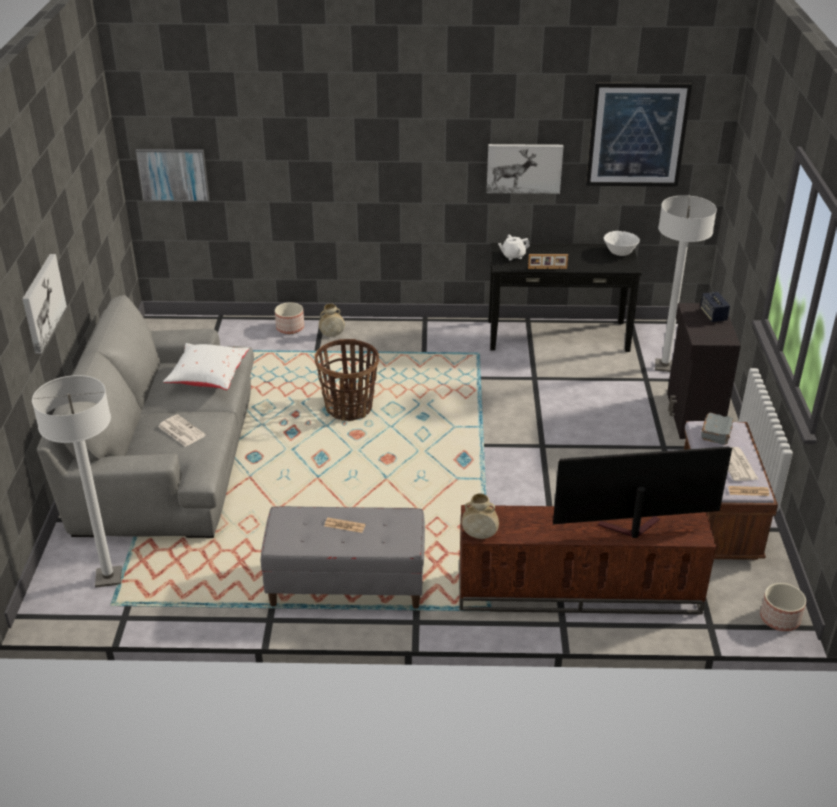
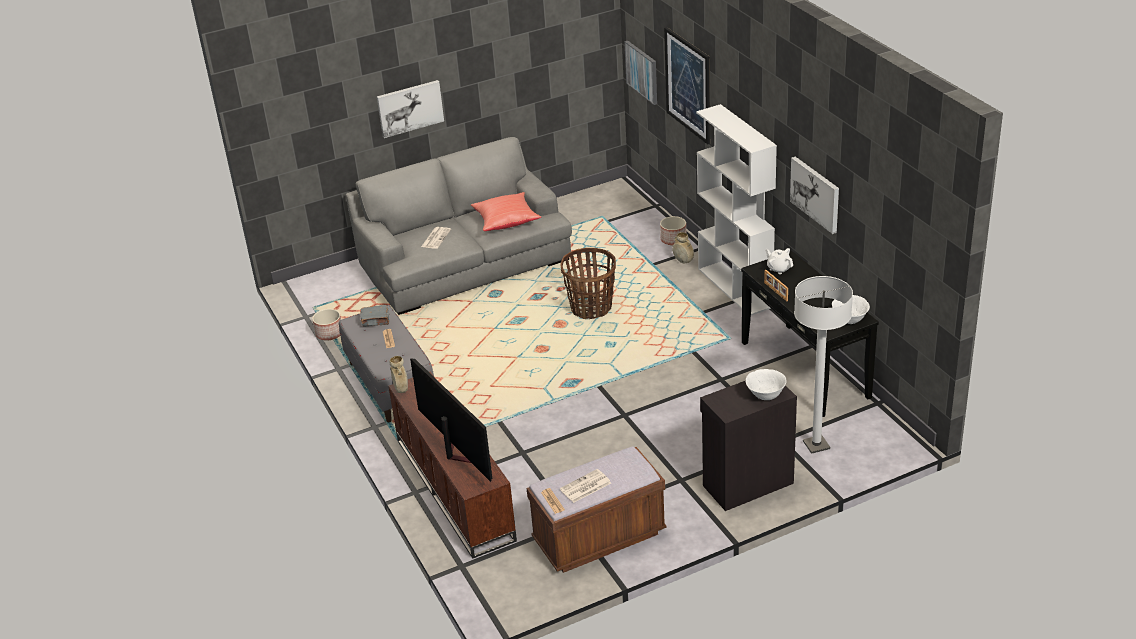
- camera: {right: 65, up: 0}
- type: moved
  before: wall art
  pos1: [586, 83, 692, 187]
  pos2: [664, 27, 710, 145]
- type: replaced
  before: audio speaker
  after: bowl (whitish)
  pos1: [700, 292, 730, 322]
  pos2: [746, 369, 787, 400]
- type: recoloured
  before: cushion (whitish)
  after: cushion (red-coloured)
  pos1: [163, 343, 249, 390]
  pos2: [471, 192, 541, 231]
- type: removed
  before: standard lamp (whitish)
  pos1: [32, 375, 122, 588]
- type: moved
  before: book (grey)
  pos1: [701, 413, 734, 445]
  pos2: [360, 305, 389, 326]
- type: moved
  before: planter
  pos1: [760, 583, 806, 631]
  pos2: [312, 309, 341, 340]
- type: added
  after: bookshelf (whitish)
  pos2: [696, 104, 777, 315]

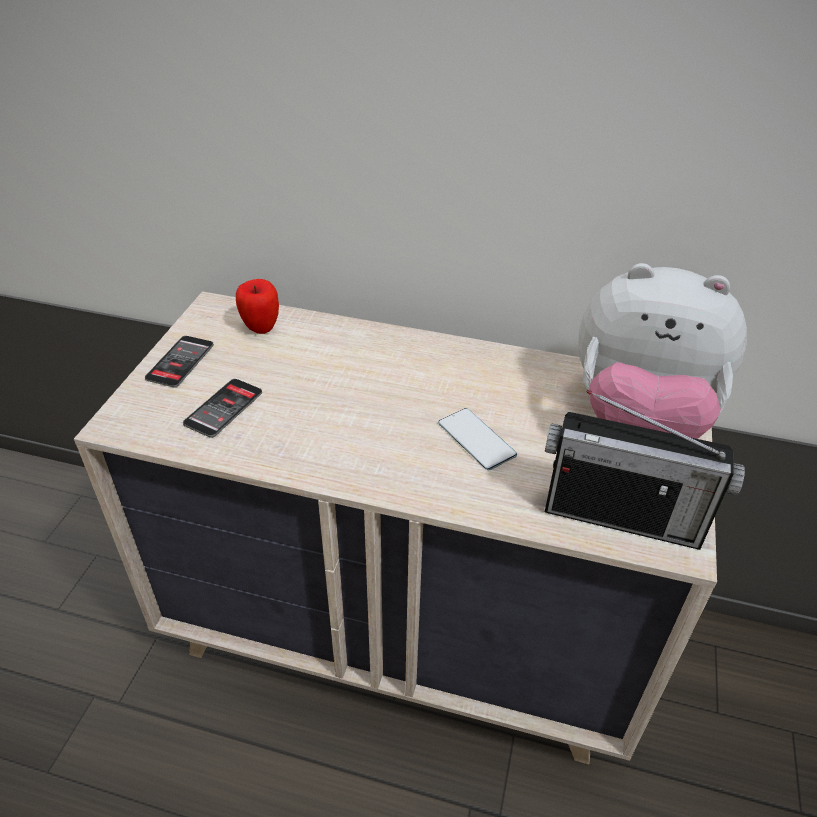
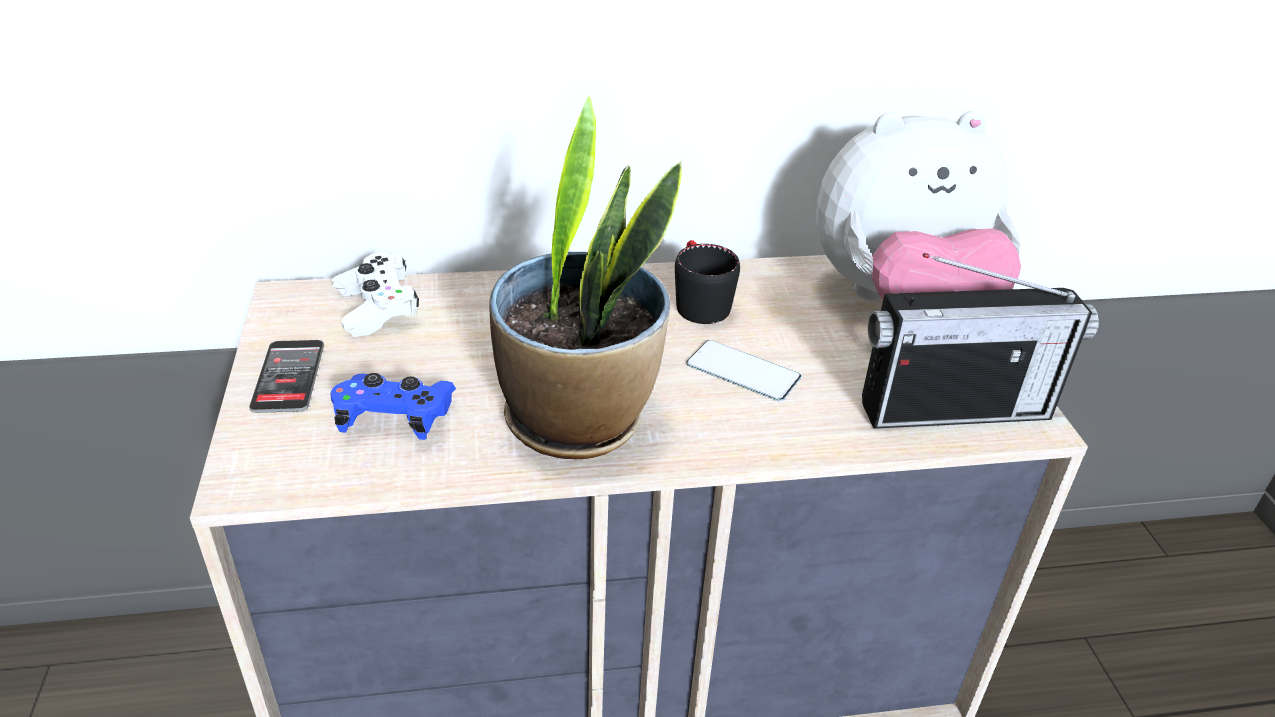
- camera: {right: -25, up: -5}
- type: replaced
  before: apple fruit
  after: game controller (whitish)
  pos1: [236, 279, 279, 334]
  pos2: [332, 252, 419, 337]
- type: replaced
  before: phone
  after: game controller (blue)
  pos1: [183, 379, 262, 438]
  pos2: [330, 373, 456, 440]
- type: added
  after: houseplant
  pos2: [489, 96, 682, 459]
- type: added
  after: coffee mug (black)
  pos2: [675, 240, 740, 324]

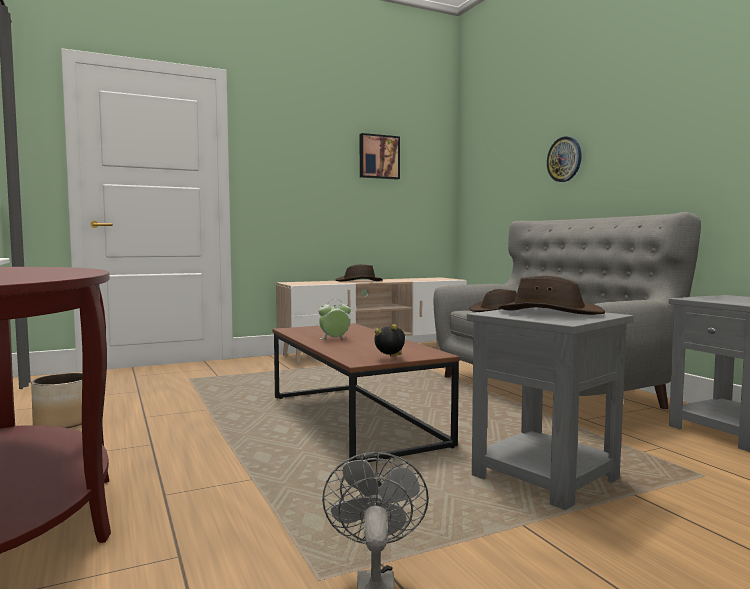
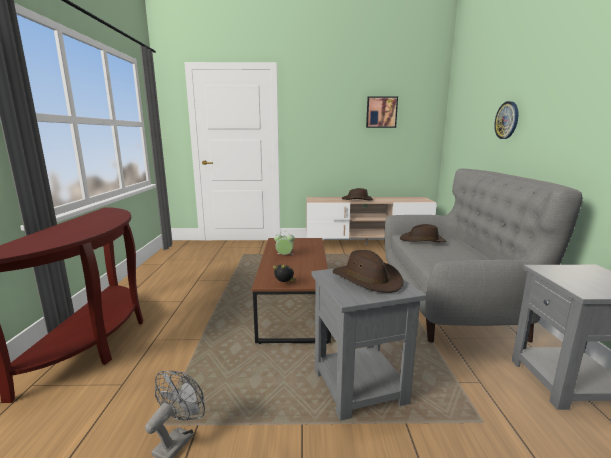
- camera: {right: 25, up: 10}
- type: removed
  before: planter
  pos1: [31, 373, 83, 428]

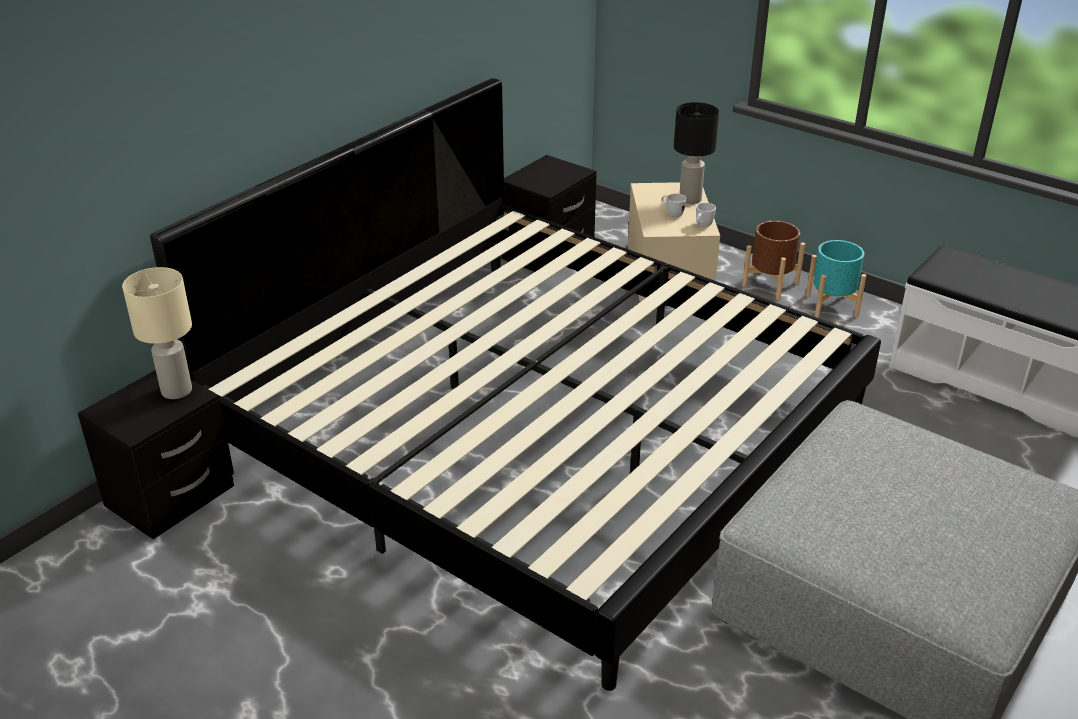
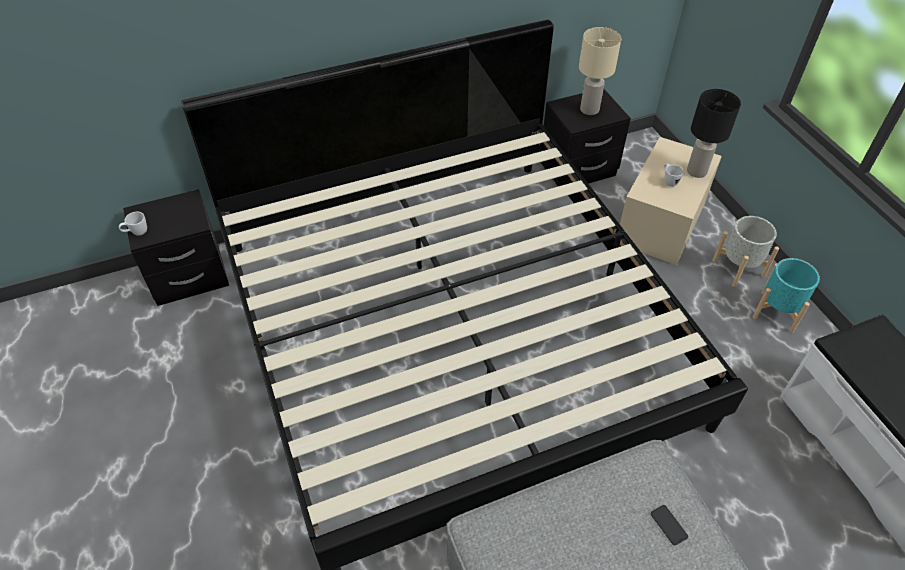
- camera: {right: 30, up: 15}
- type: moved
  before: coffee mug (whitish)
  pos1: [696, 203, 716, 227]
  pos2: [119, 212, 147, 236]
- type: recoloured
  before: planter (brown-coloured)
  after: planter (grey)
  pos1: [742, 221, 805, 300]
  pos2: [712, 216, 779, 287]
- type: moved
  before: tabletop lamp (sand-coloured)
  pos1: [122, 267, 192, 399]
  pos2: [579, 27, 621, 115]
- type: added
  after: phone
  pos2: [651, 505, 688, 545]

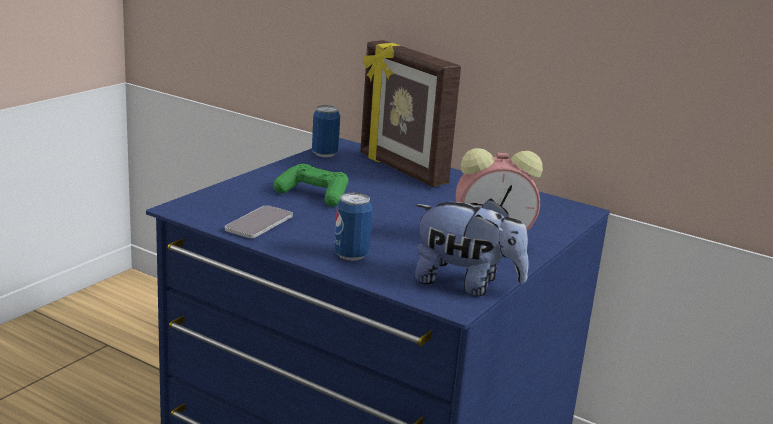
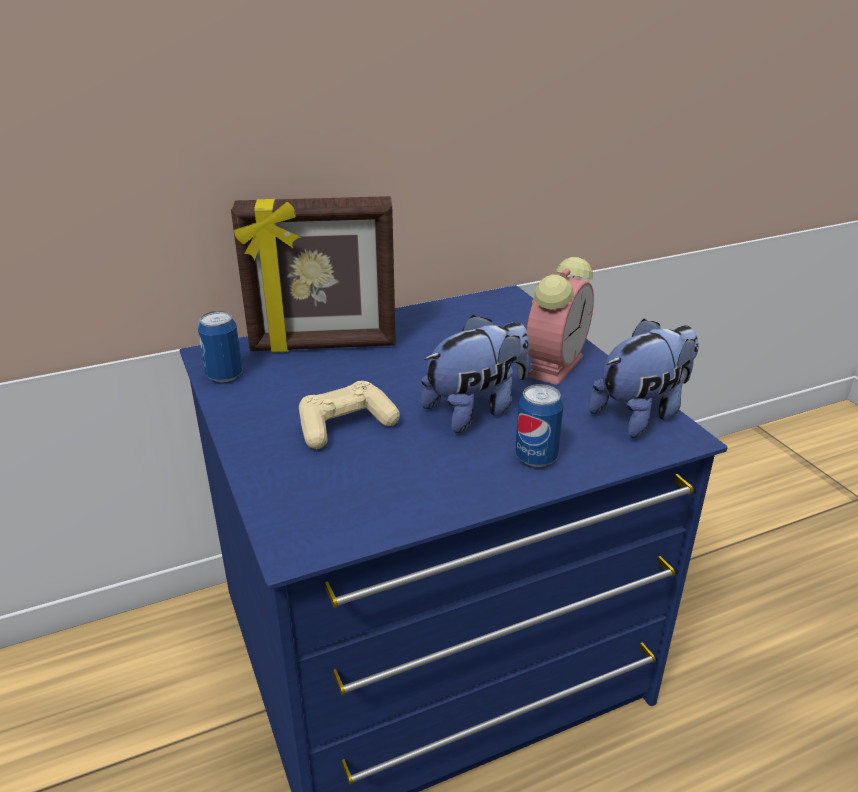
- camera: {right: -55, up: 10}
- type: recoloured
  before: game controller (greenish)
  after: game controller (sand-coloured)
  pos1: [273, 164, 348, 207]
  pos2: [299, 381, 400, 449]
- type: removed
  before: phone
  pos1: [225, 205, 293, 238]
- type: added
  after: plush toy
  pos2: [421, 315, 529, 433]

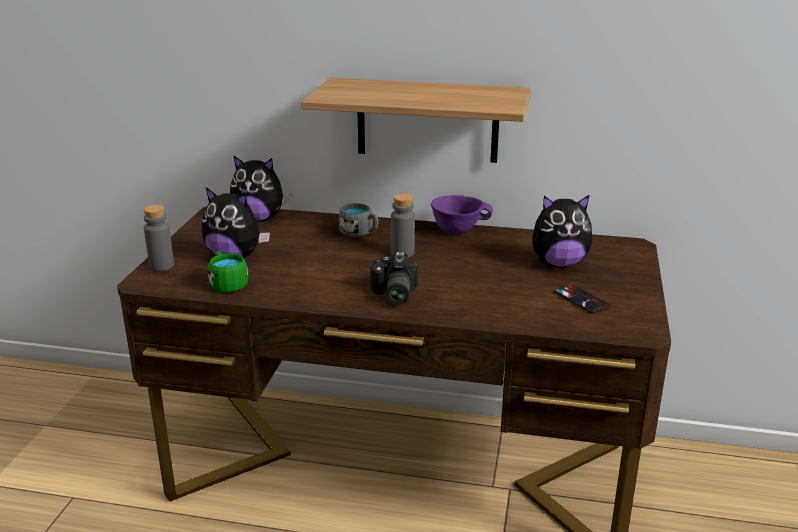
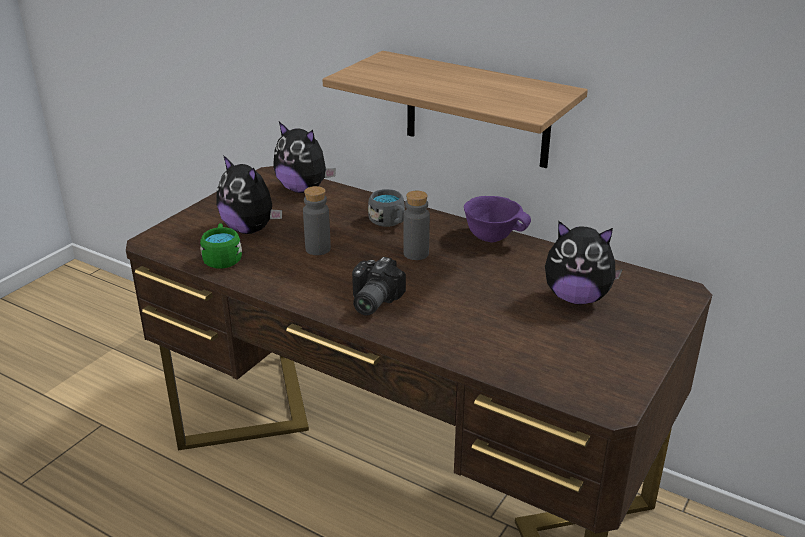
- camera: {right: 20, up: 5}
- type: moved
  before: drink bottle (grey)
  pos1: [144, 205, 174, 271]
  pos2: [303, 186, 331, 255]
- type: removed
  before: phone
  pos1: [554, 284, 611, 313]

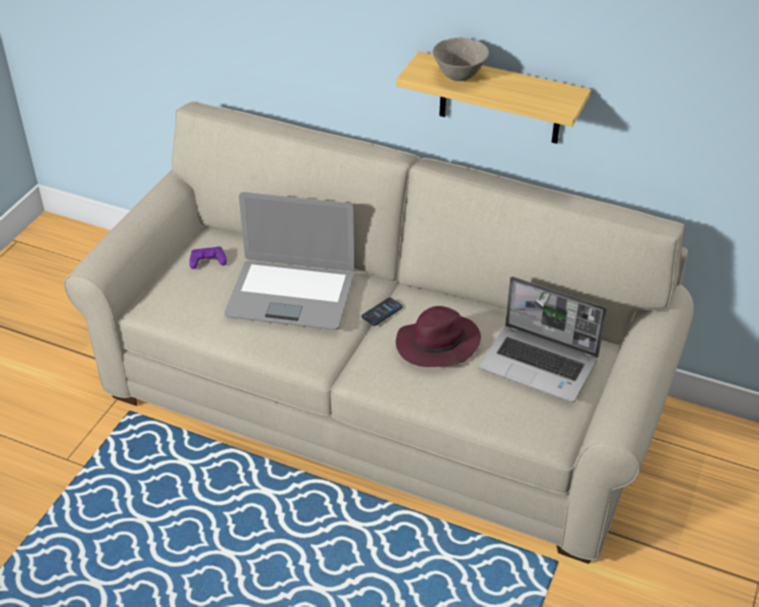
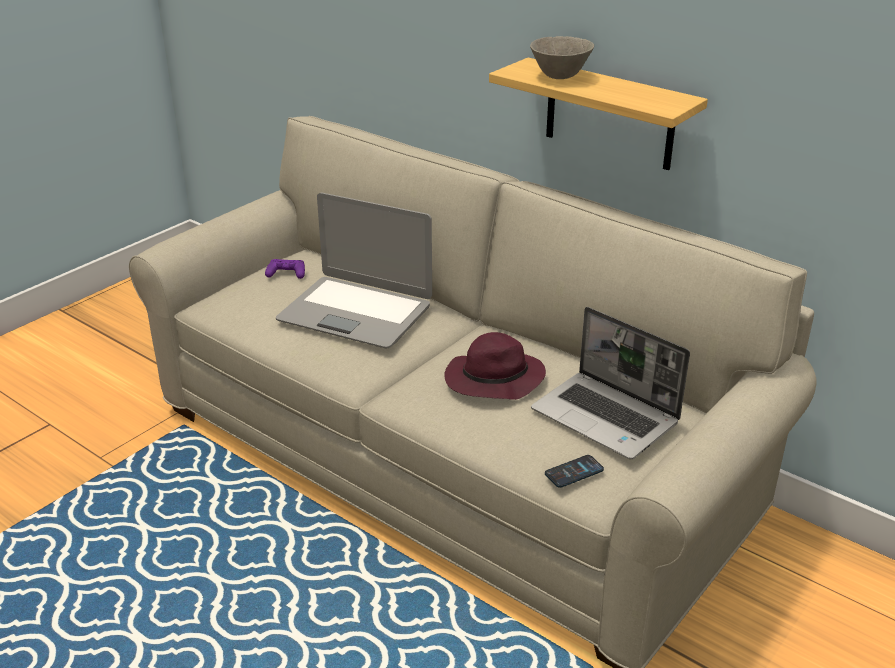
- camera: {right: 15, up: -10}
- type: moved
  before: phone
  pos1: [362, 298, 402, 326]
  pos2: [545, 455, 604, 488]

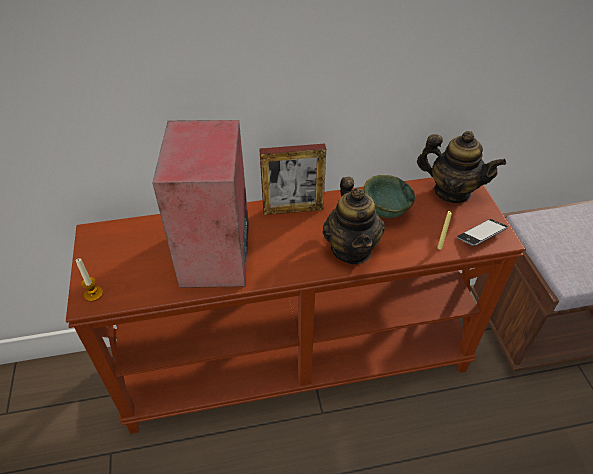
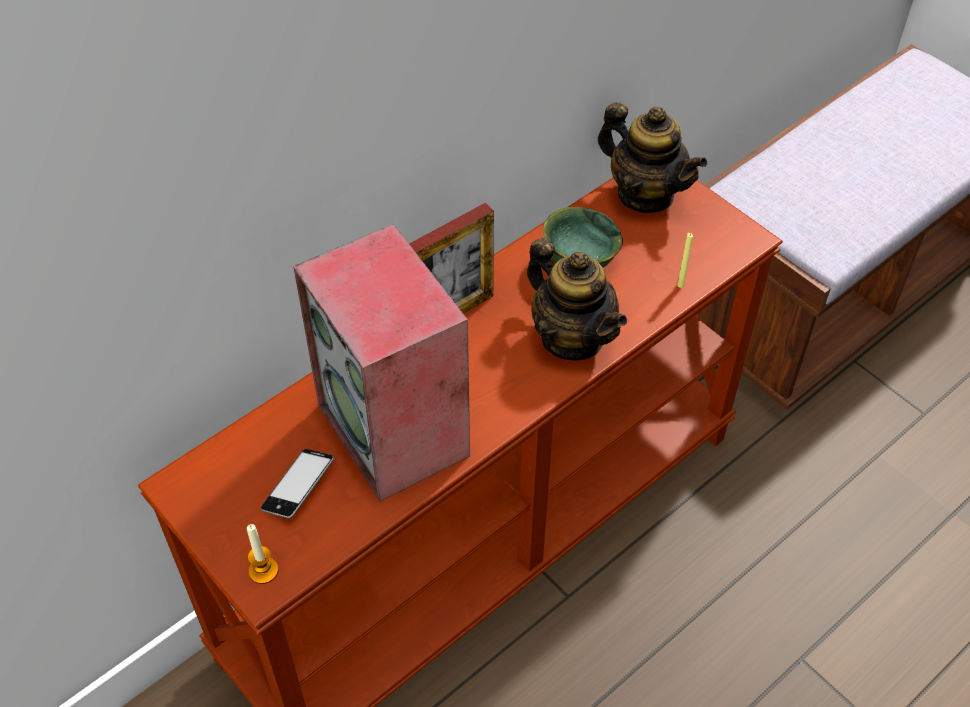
- camera: {right: -30, up: 5}
- type: turned
  before: teapot
  pos1: [417, 131, 506, 203]
  pos2: [598, 102, 707, 213]
  turn: 45
- type: moved
  before: phone
  pos1: [457, 219, 508, 246]
  pos2: [261, 449, 334, 519]

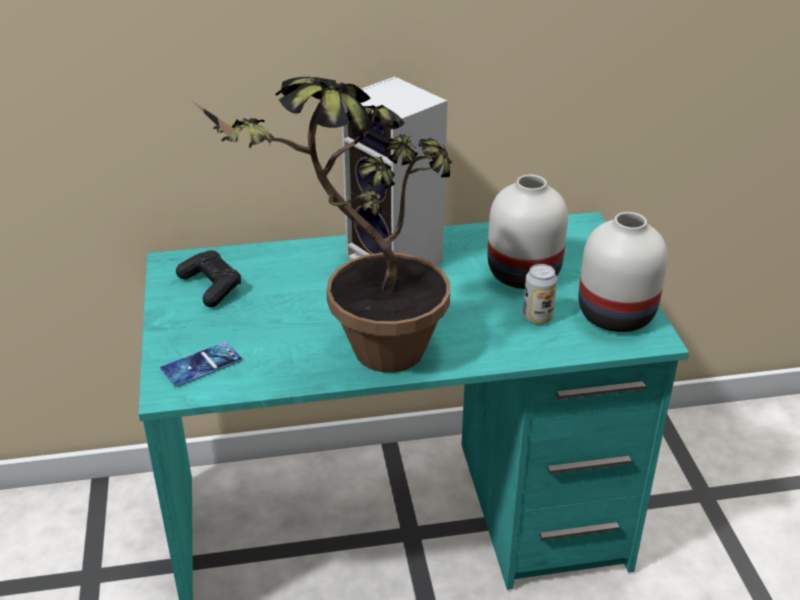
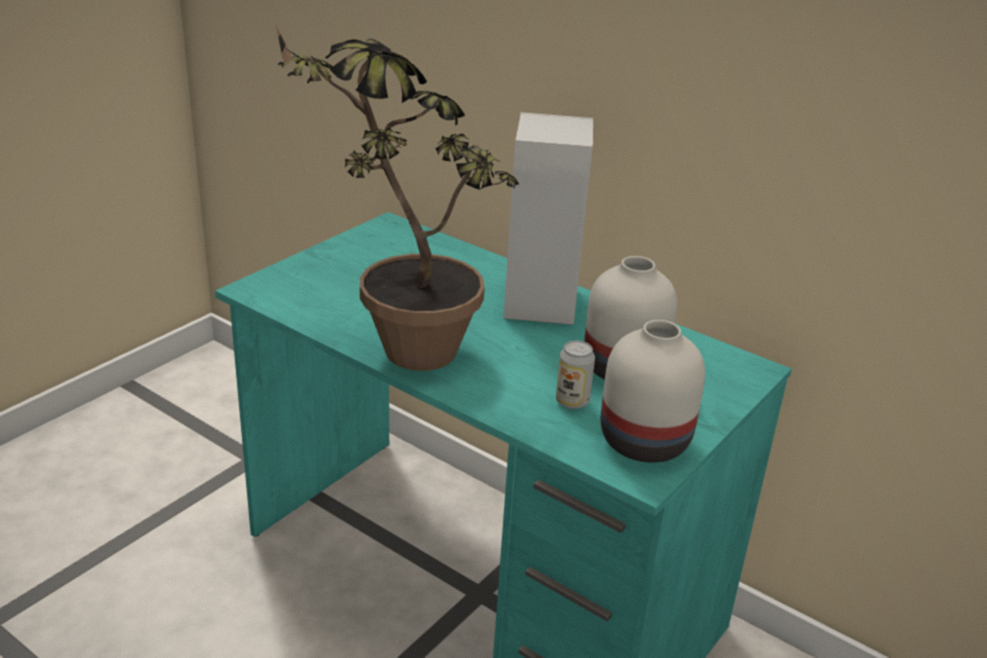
- camera: {right: 45, up: -5}
- type: removed
  before: game controller (black)
  pos1: [176, 250, 241, 307]
- type: removed
  before: phone
  pos1: [160, 342, 242, 387]

